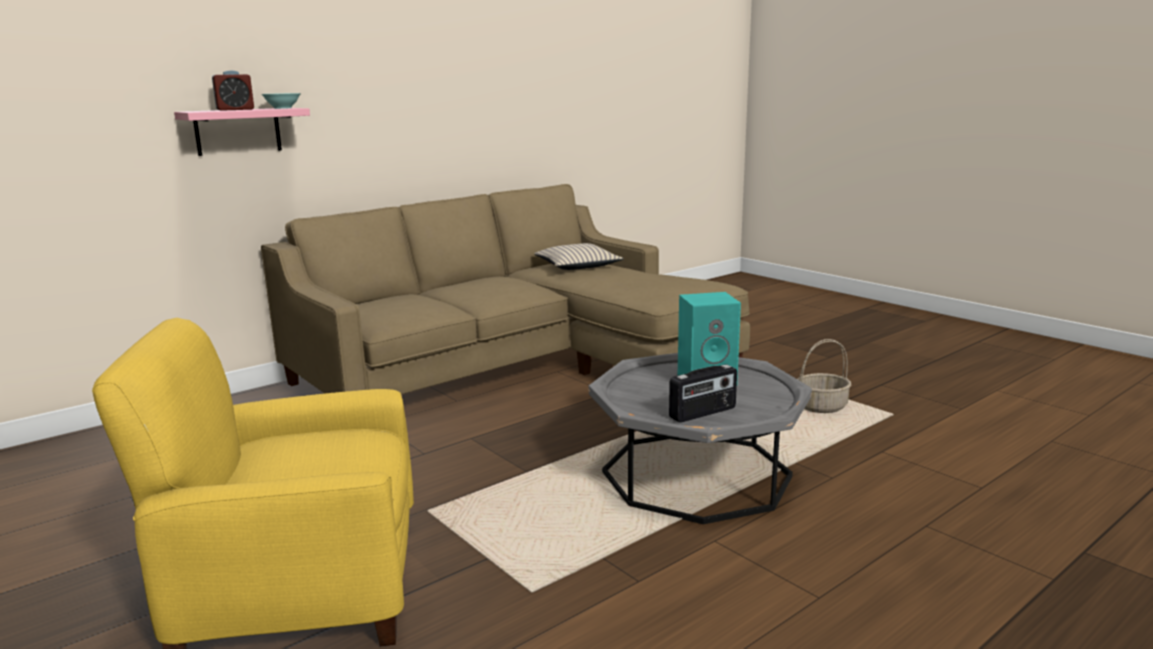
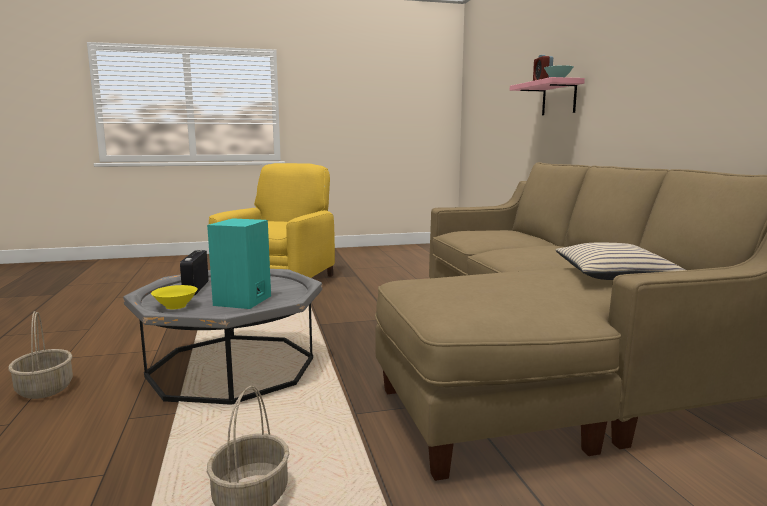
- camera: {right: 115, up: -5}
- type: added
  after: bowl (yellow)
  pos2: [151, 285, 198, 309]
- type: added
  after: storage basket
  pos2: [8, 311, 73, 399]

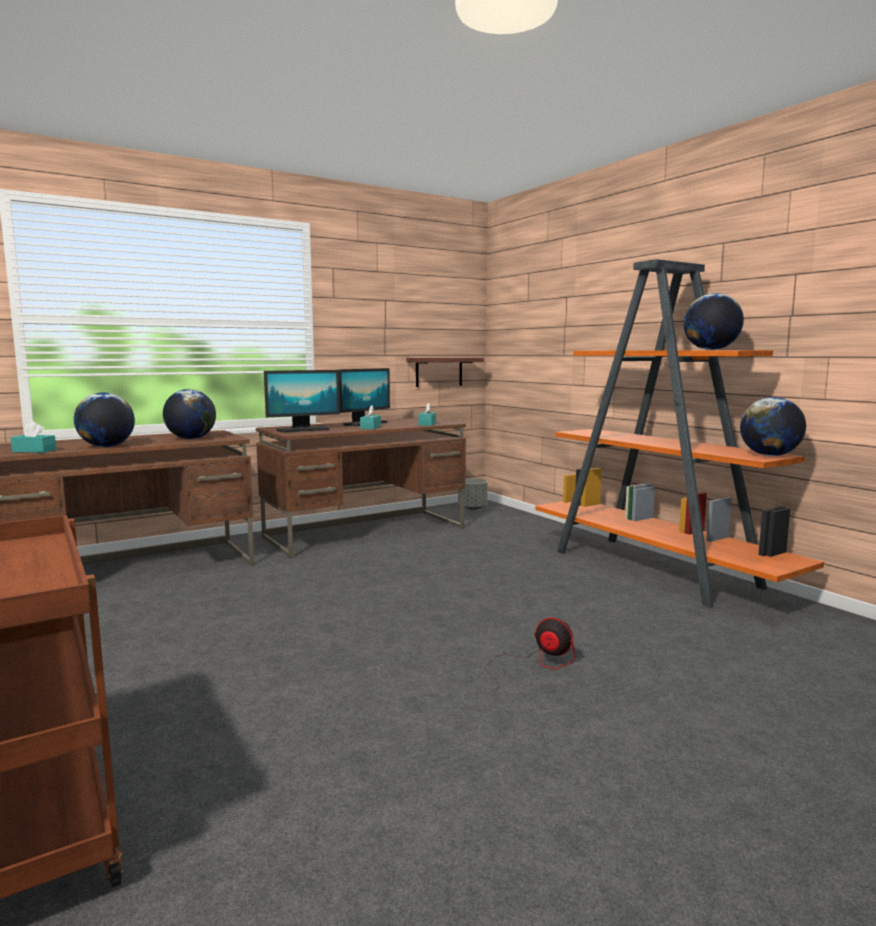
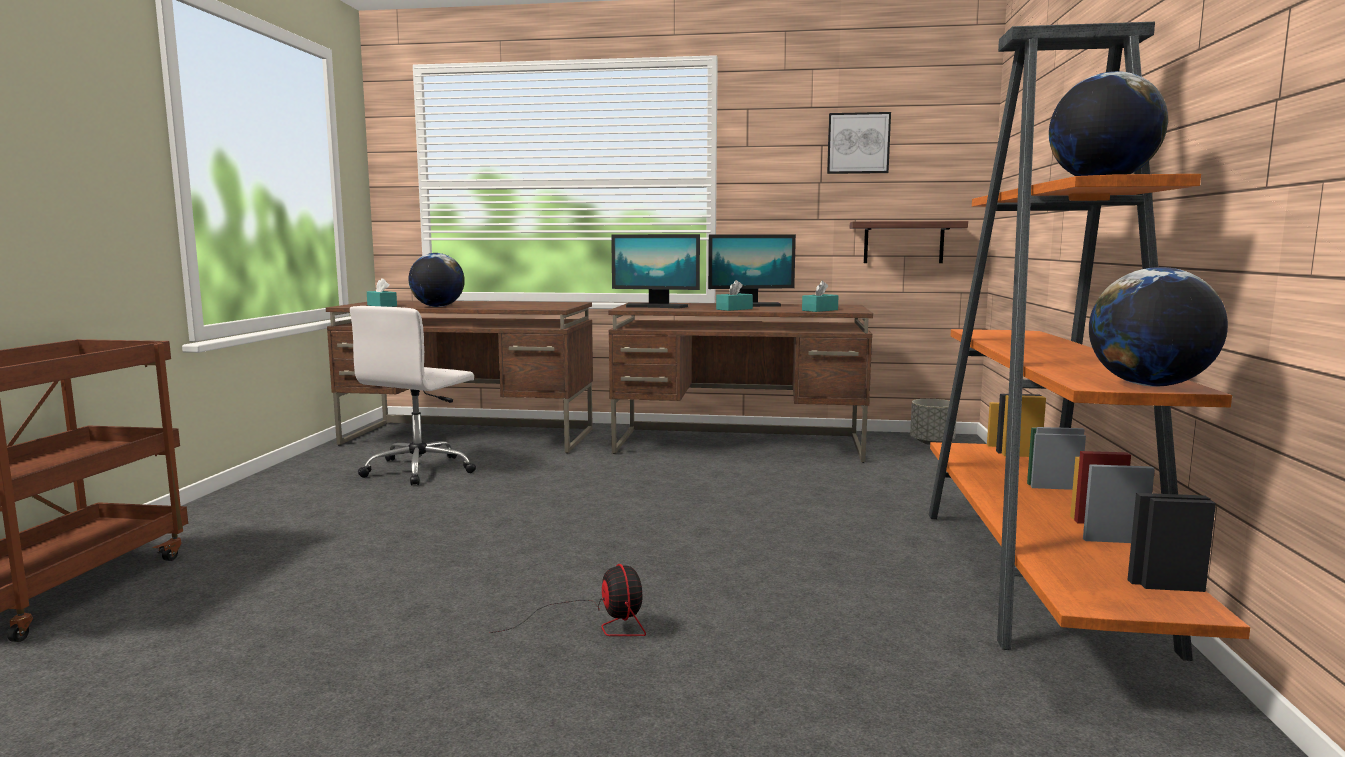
- camera: {right: 40, up: 0}
- type: removed
  before: desk globe
  pos1: [163, 389, 216, 439]
- type: added
  after: wall art
  pos2: [827, 112, 891, 174]
- type: added
  after: desk chair (whitish)
  pos2: [350, 306, 476, 486]

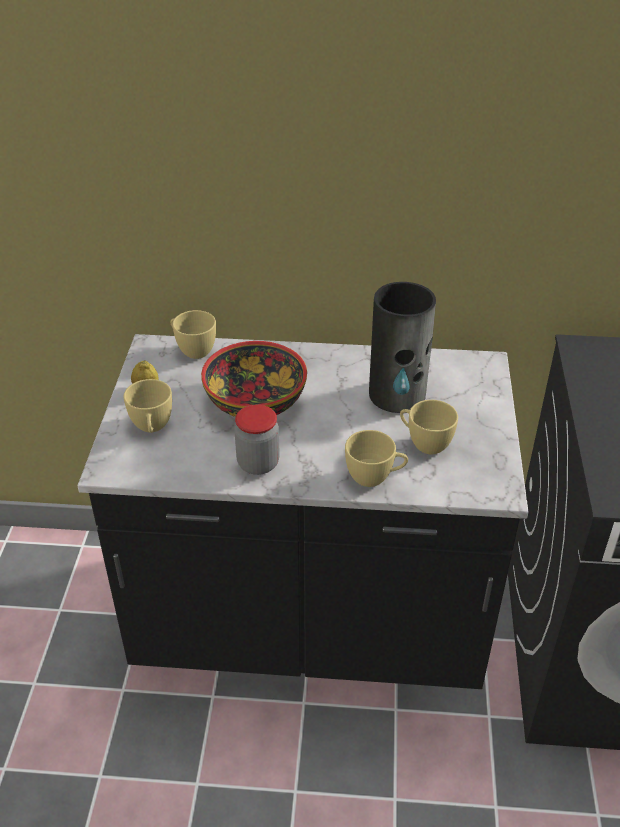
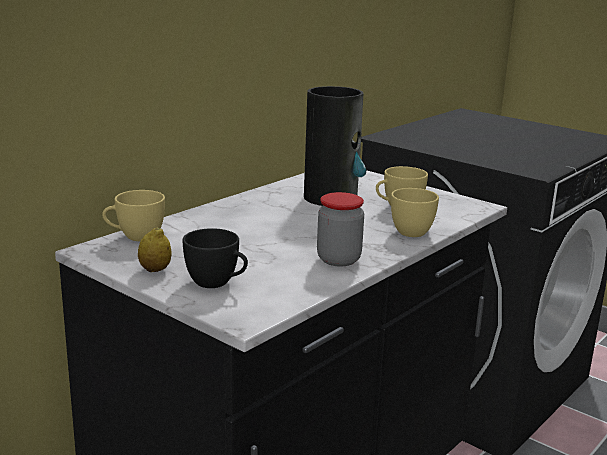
- camera: {right: -55, up: -20}
- type: removed
  before: bowl
  pos1: [201, 341, 307, 417]
- type: recoloured
  before: small cup (yellow)
  after: small cup (black)
  pos1: [124, 379, 172, 433]
  pos2: [182, 228, 248, 288]

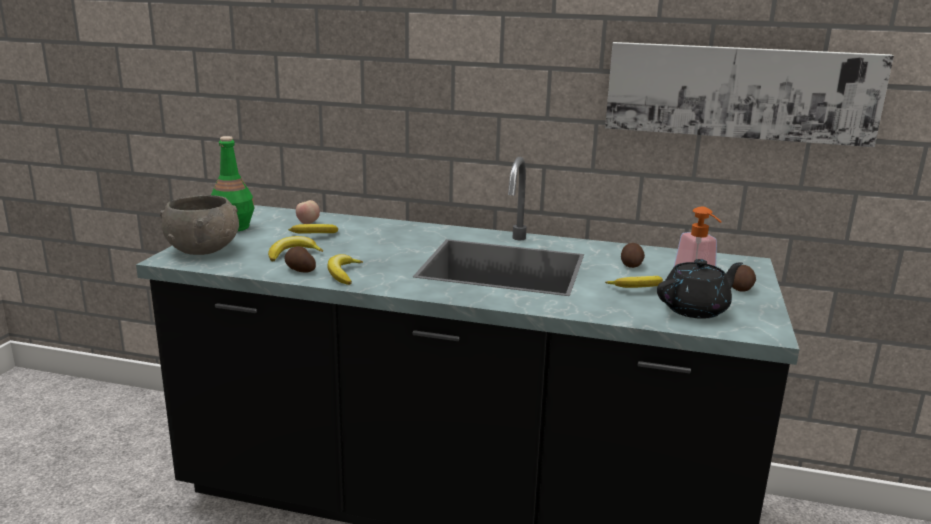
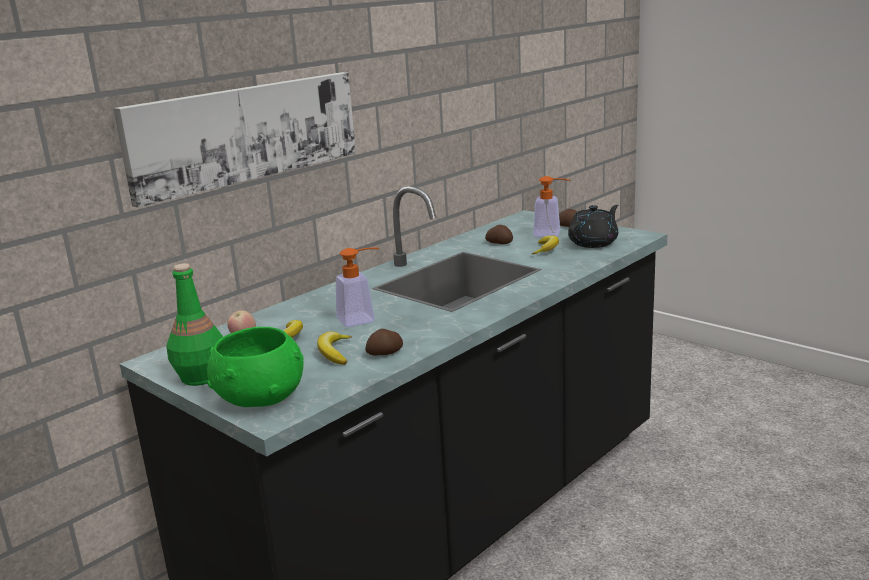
- camera: {right: -60, up: 0}
- type: moved
  before: wall art
  pos1: [605, 42, 894, 147]
  pos2: [113, 72, 356, 208]
- type: recoloured
  before: bowl (grey)
  after: bowl (greenish)
  pos1: [160, 195, 239, 255]
  pos2: [207, 327, 303, 407]
- type: removed
  before: banana fruit
  pos1: [328, 254, 363, 285]
- type: turned
  before: teapot (black)
  pos1: [657, 259, 743, 319]
  pos2: [568, 205, 618, 248]
  turn: 45
- type: added
  after: liquid soap bottle
  pos2: [336, 248, 379, 327]

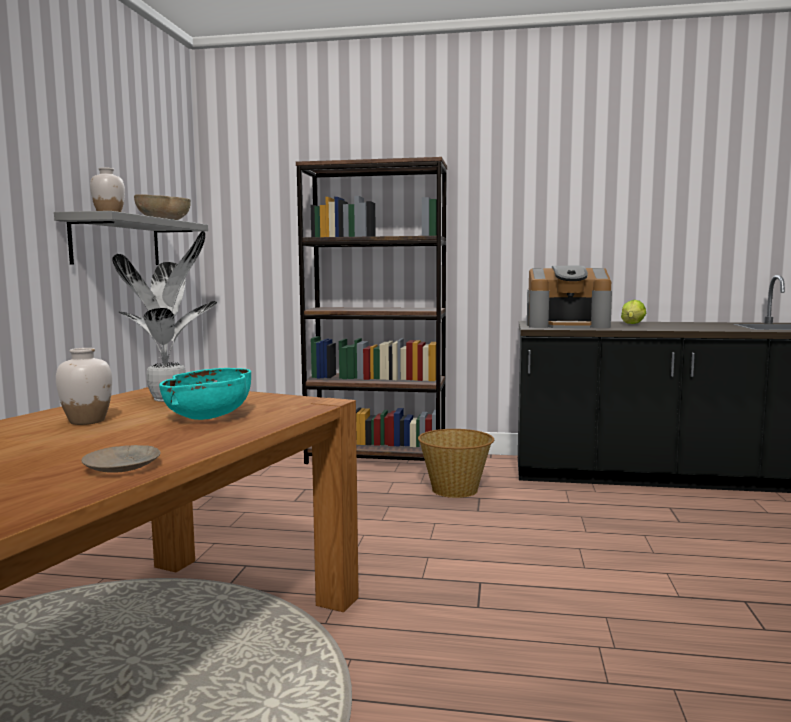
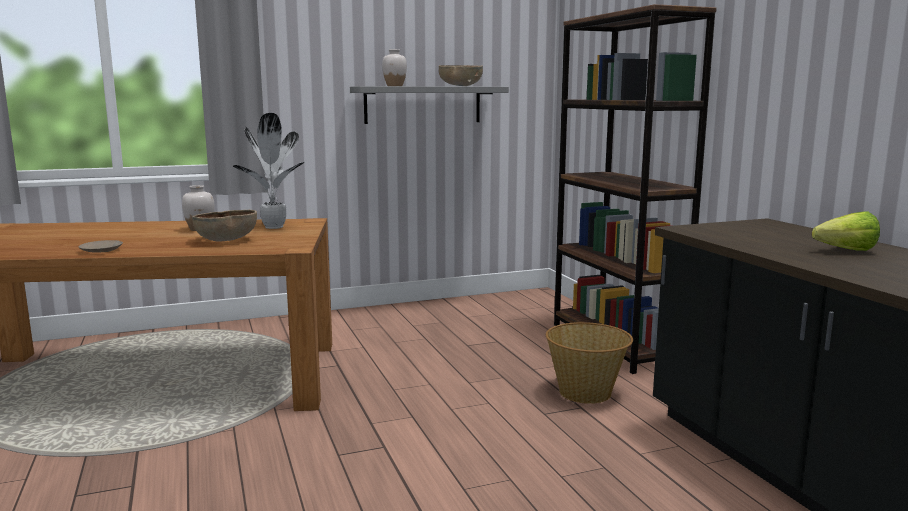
- camera: {right: 60, up: 5}
- type: removed
  before: coffee machine
  pos1: [527, 266, 612, 328]
- type: recoloured
  before: bowl (blue-green)
  after: bowl (brown-coloured)
  pos1: [159, 368, 251, 420]
  pos2: [192, 210, 257, 242]

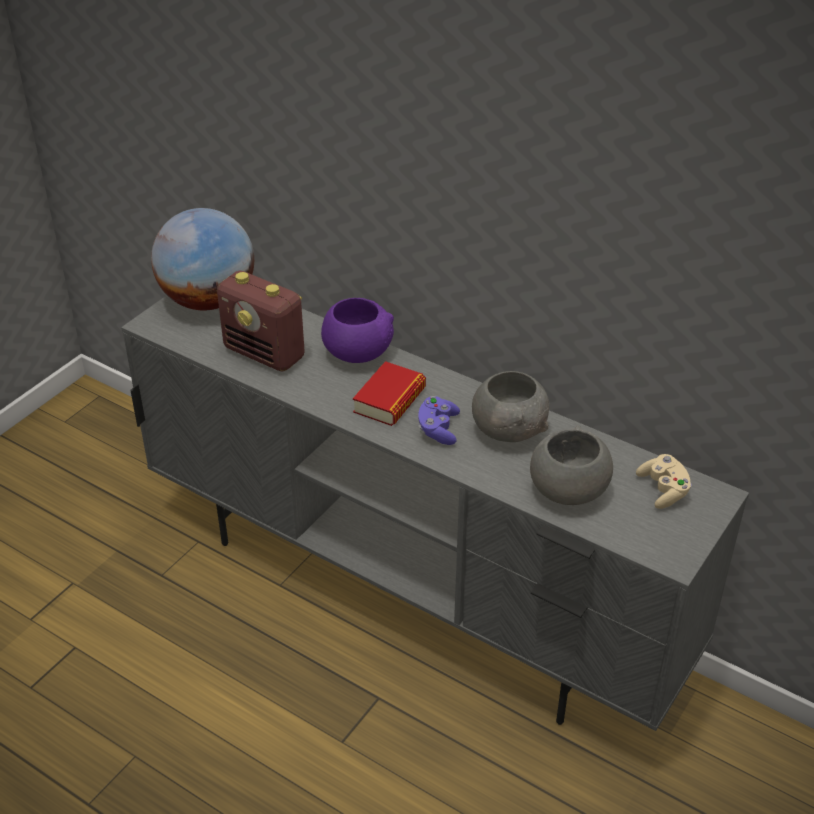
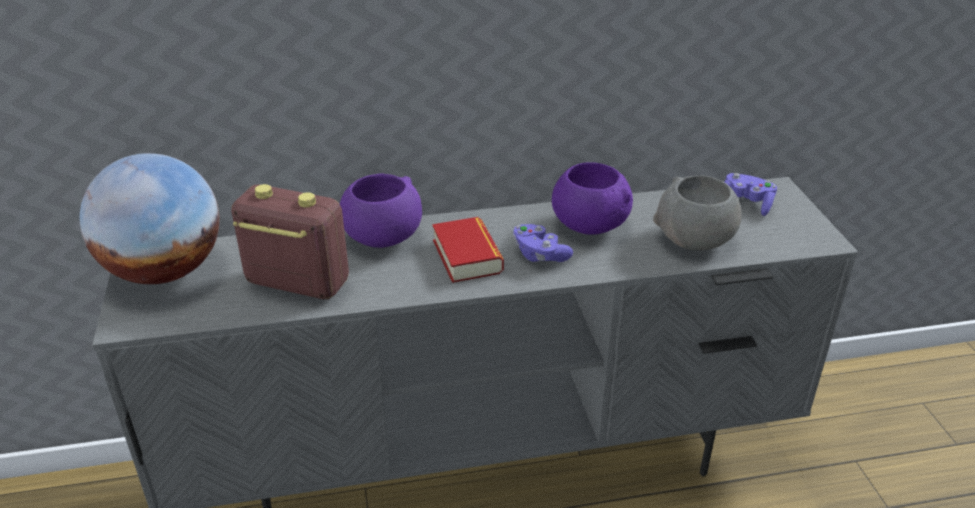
- camera: {right: -45, up: -5}
- type: turned
  before: radio set
  pos1: [217, 271, 305, 371]
  pos2: [231, 184, 349, 299]
  turn: -150
- type: recoloured
  before: bowl (grey)
  after: bowl (purplish)
  pos1: [472, 371, 549, 442]
  pos2: [552, 162, 633, 235]
- type: recoloured
  before: game controller (sand-coloured)
  after: game controller (purplish)
  pos1: [636, 454, 692, 509]
  pos2: [724, 173, 777, 216]

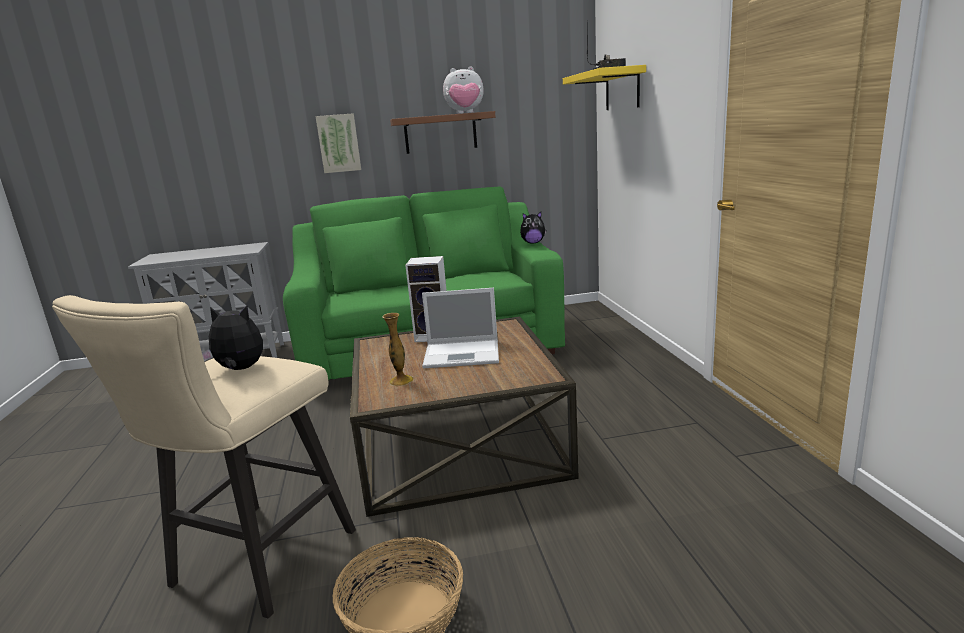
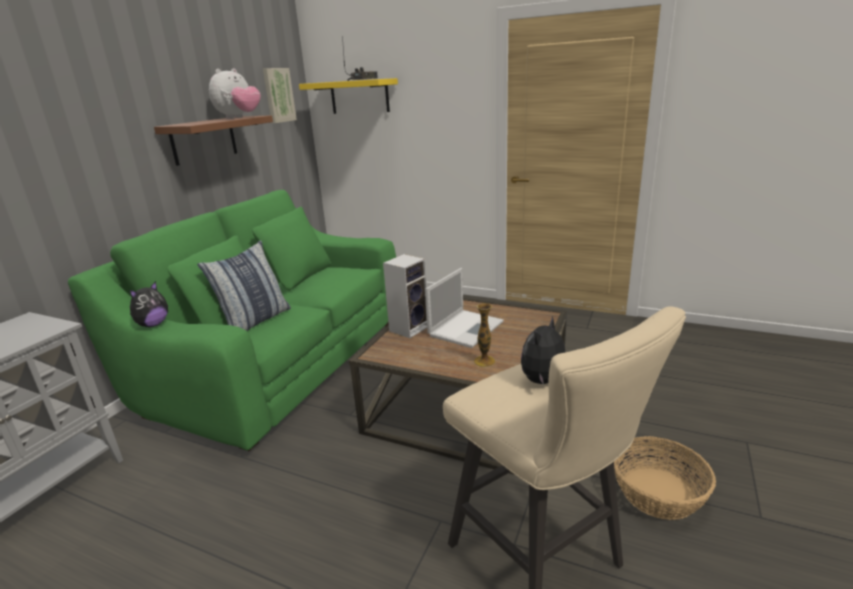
- camera: {right: -55, up: 5}
- type: moved
  before: wall art
  pos1: [315, 113, 361, 173]
  pos2: [263, 68, 297, 123]
- type: moved
  before: plush toy
  pos1: [520, 212, 546, 244]
  pos2: [130, 281, 168, 327]
- type: added
  after: cushion
  pos2: [197, 240, 291, 331]

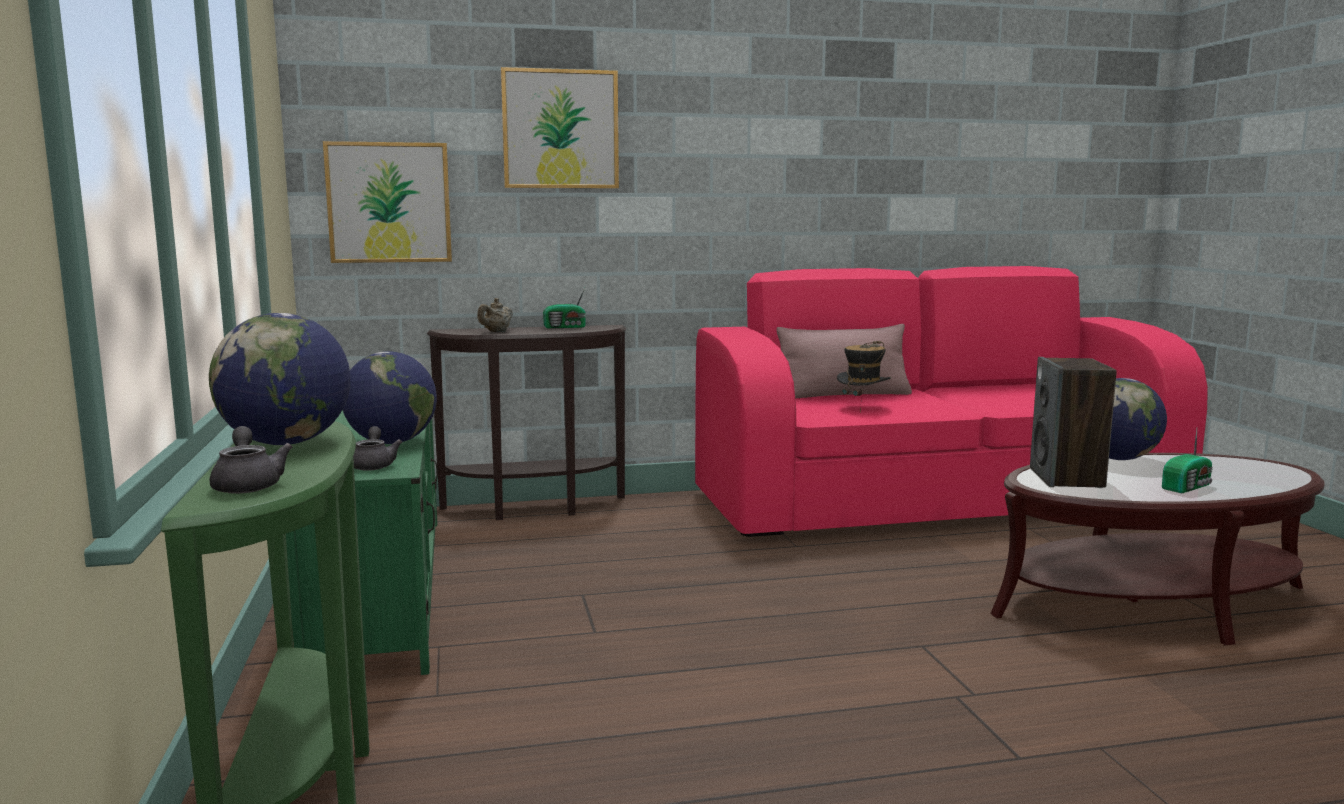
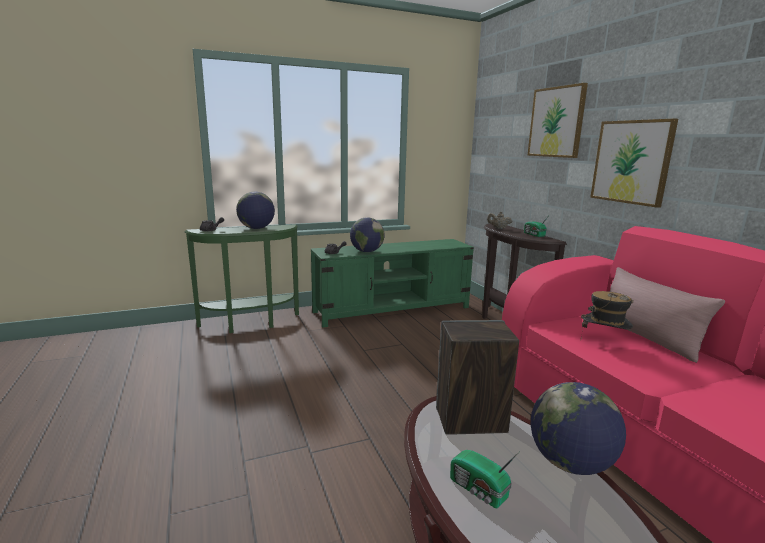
- camera: {right: 80, up: 5}
- type: moved
  before: wall art
  pos1: [323, 141, 452, 263]
  pos2: [590, 118, 678, 208]

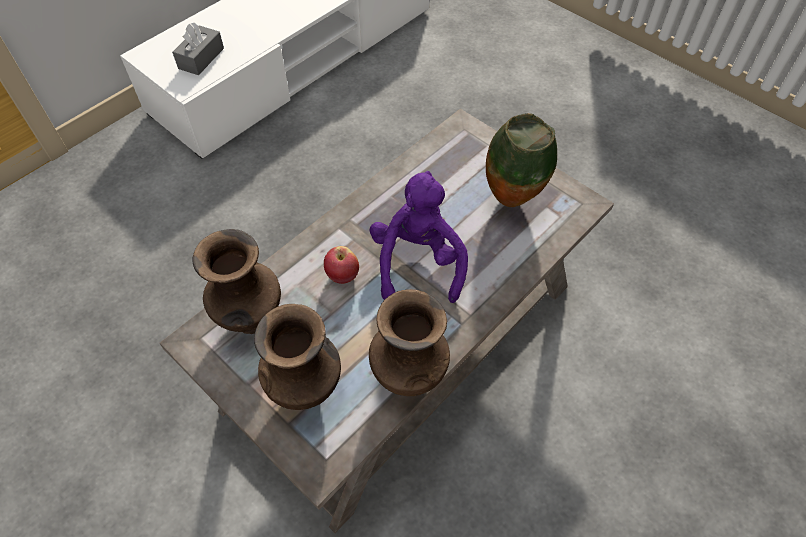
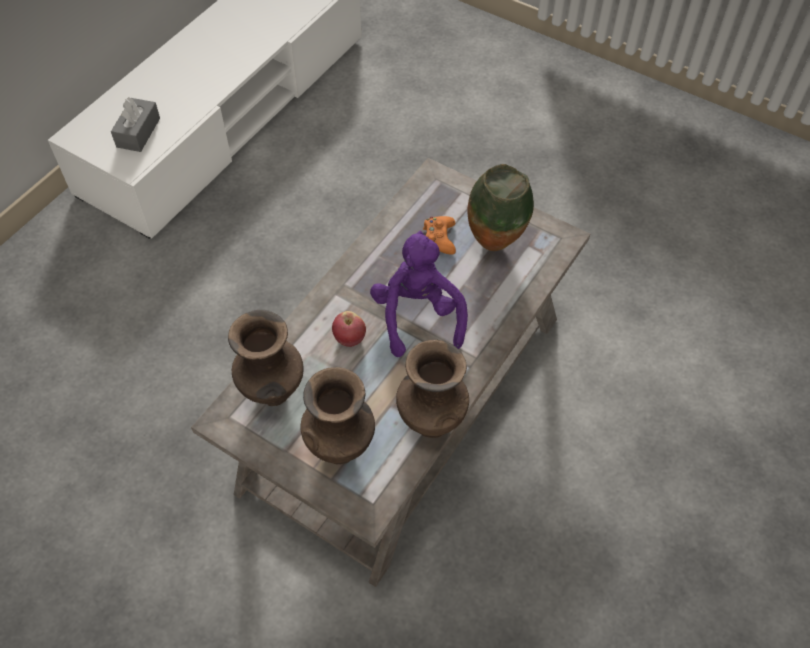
- camera: {right: -10, up: 0}
- type: added
  after: game controller (orange-coloured)
  pos2: [423, 216, 456, 255]

